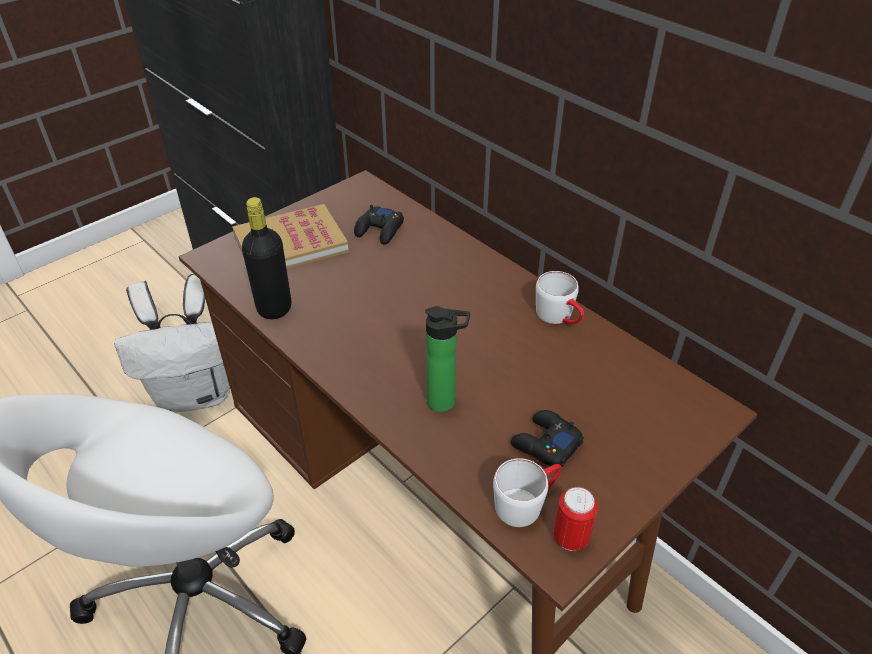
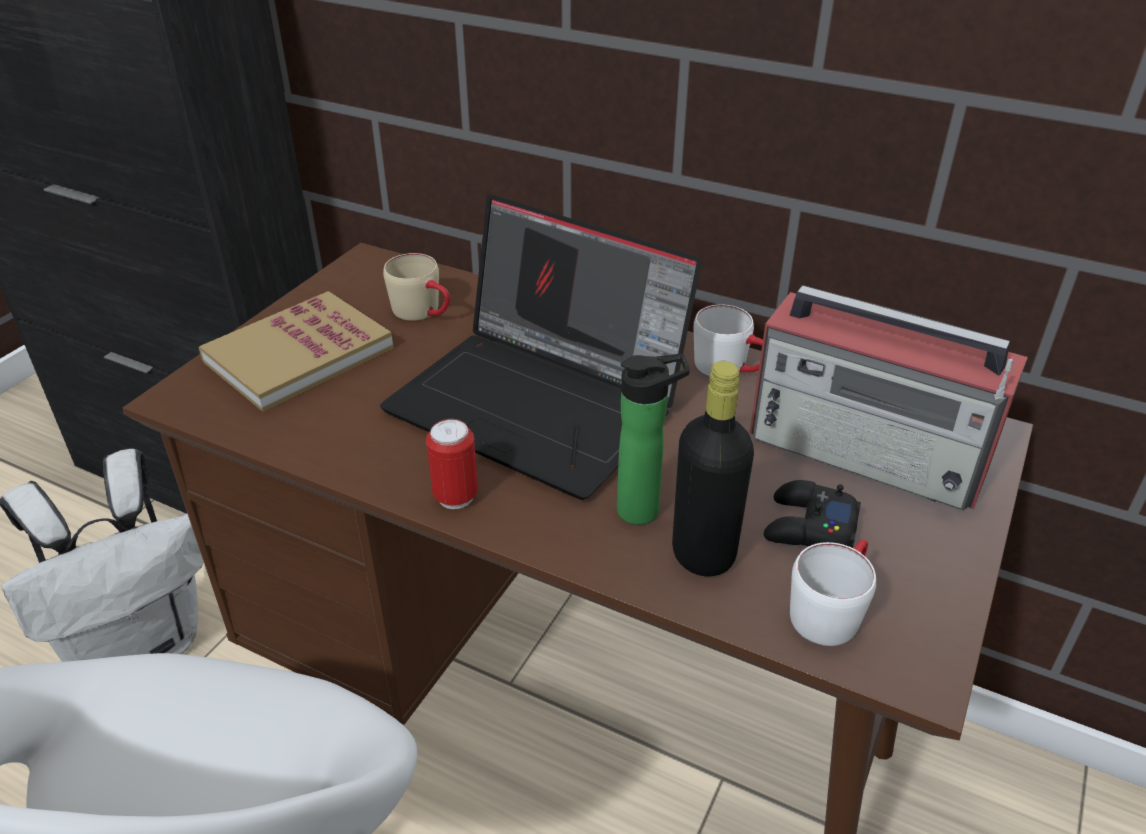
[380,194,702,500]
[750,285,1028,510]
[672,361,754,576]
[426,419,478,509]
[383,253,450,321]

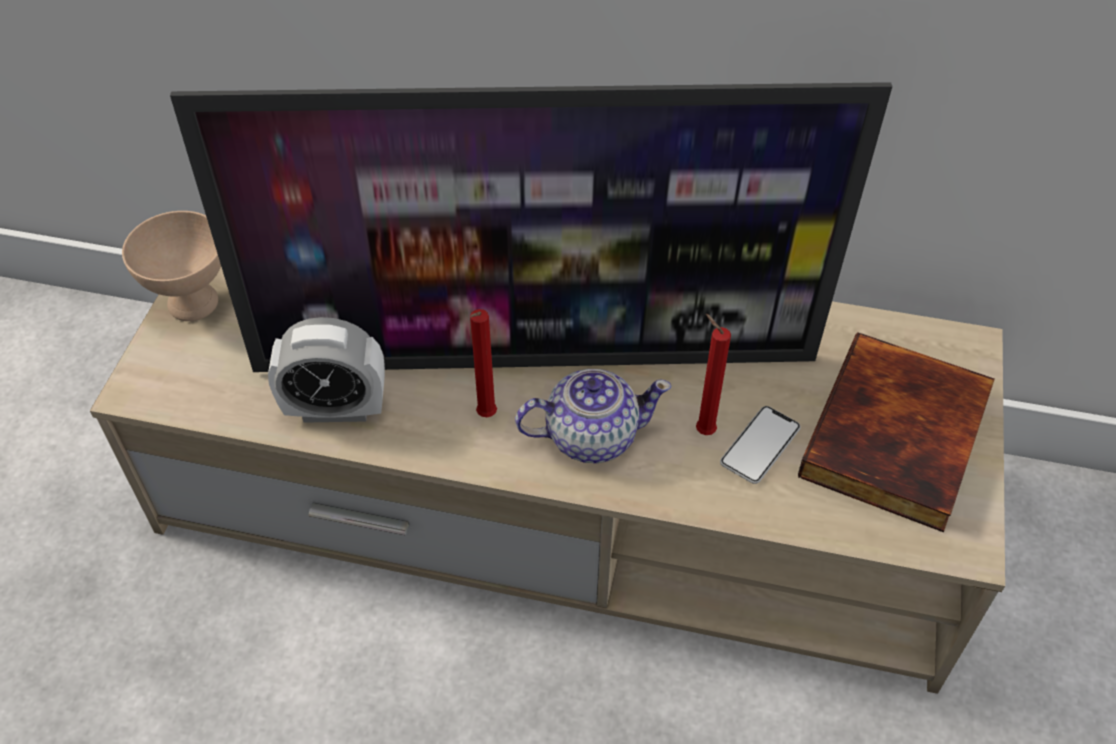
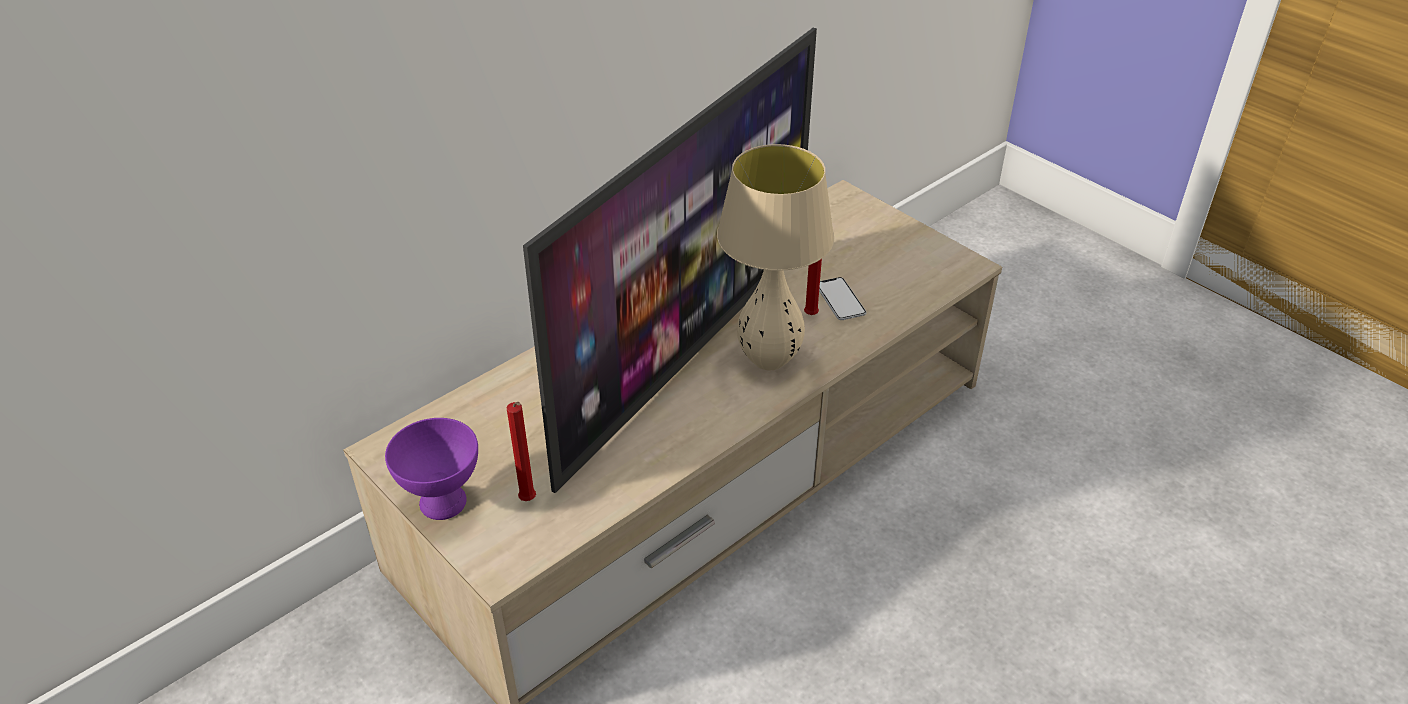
[268,317,385,423] (first image)
[798,332,995,532] (first image)
[506,402,536,501]
[717,144,834,370]
[385,418,478,520]

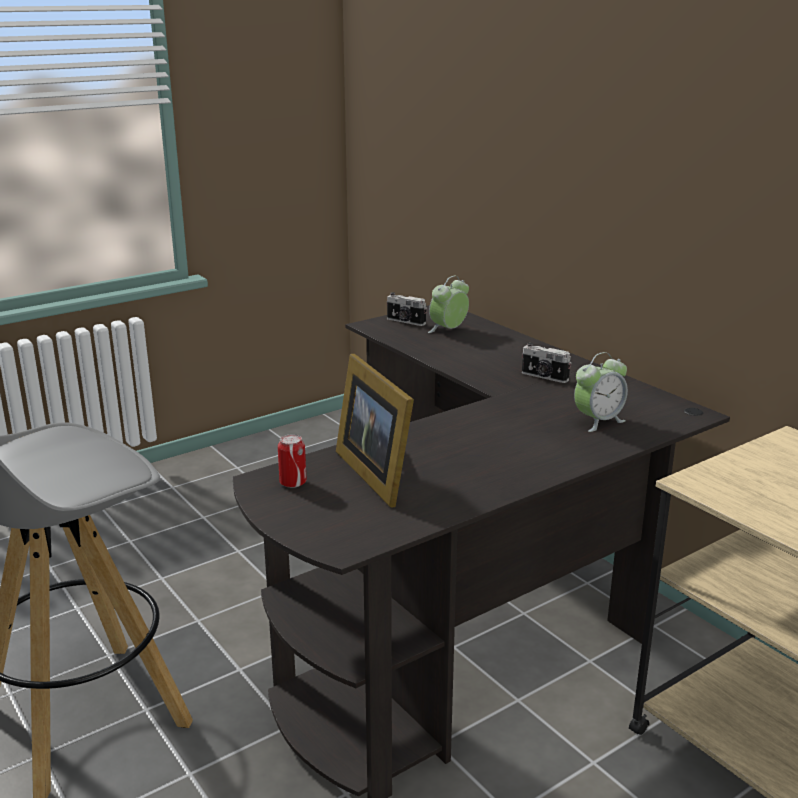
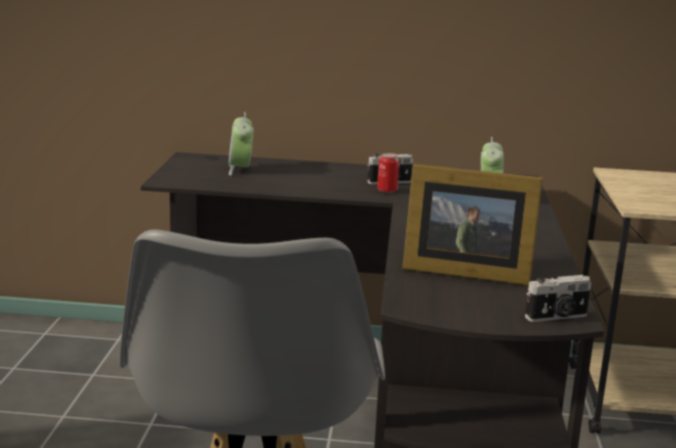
[377,153,399,193]
[525,275,591,322]

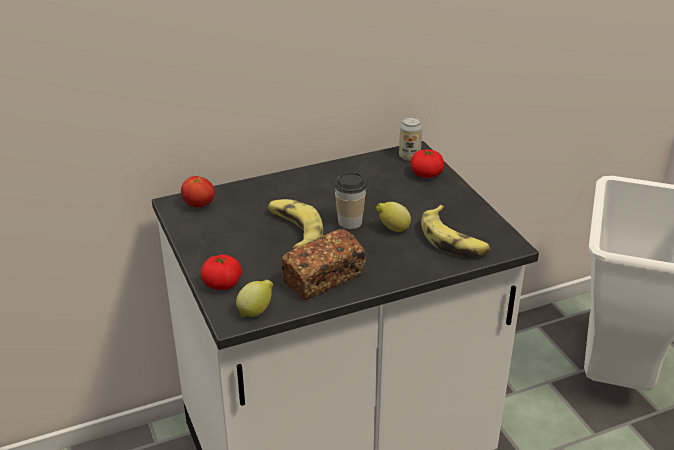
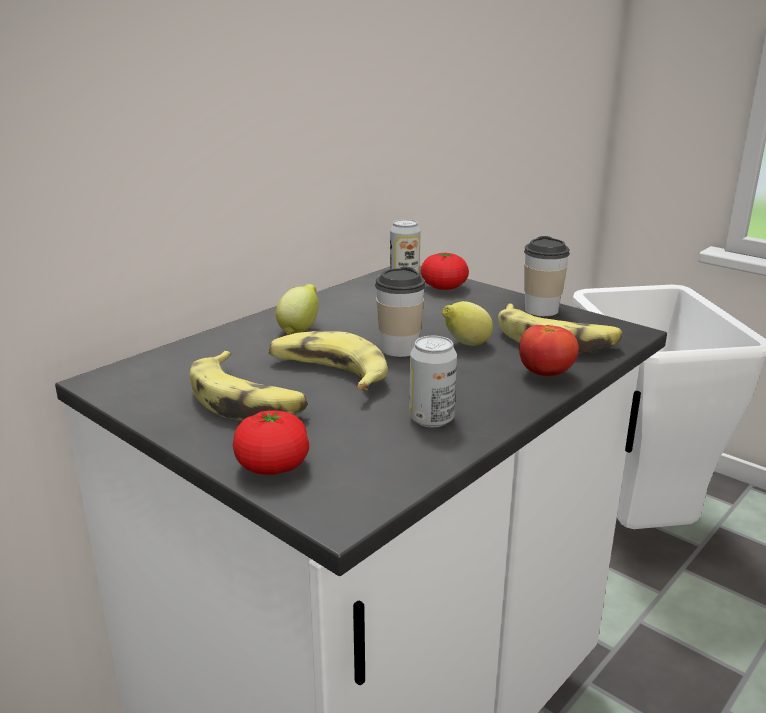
[189,351,308,420]
[524,236,570,316]
[519,325,579,376]
[276,284,319,335]
[409,336,457,428]

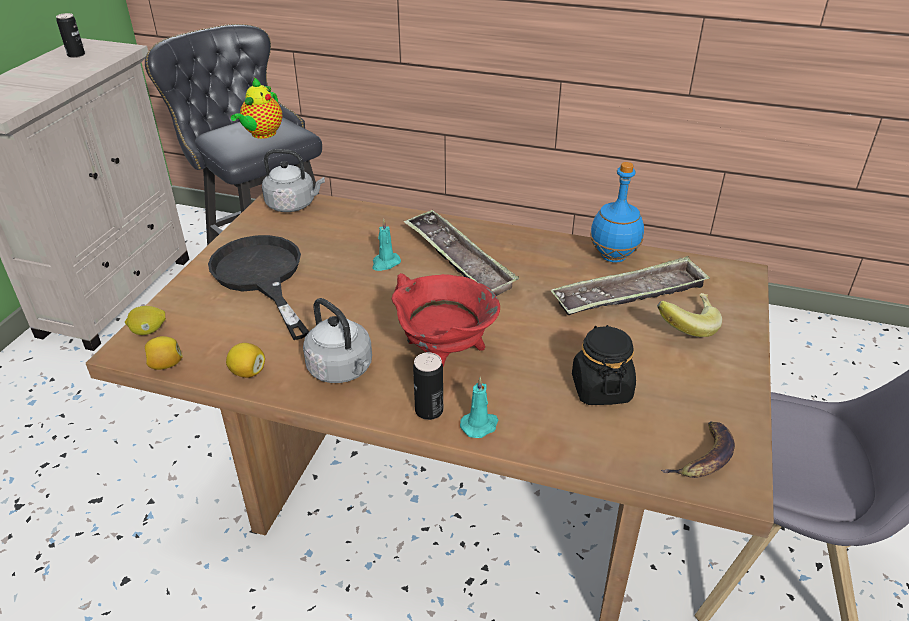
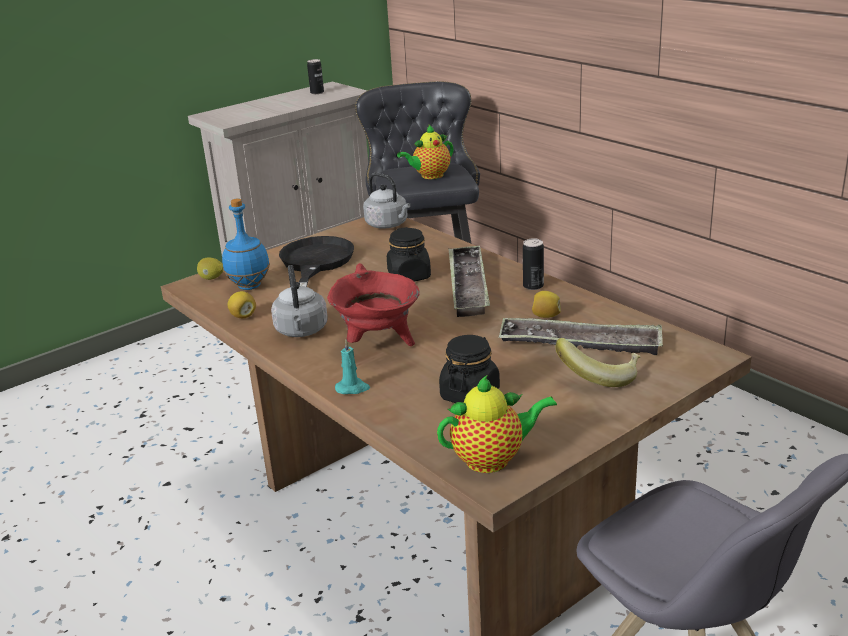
[532,291,561,318]
[523,238,544,290]
[222,199,270,290]
[387,227,431,281]
[437,376,557,473]

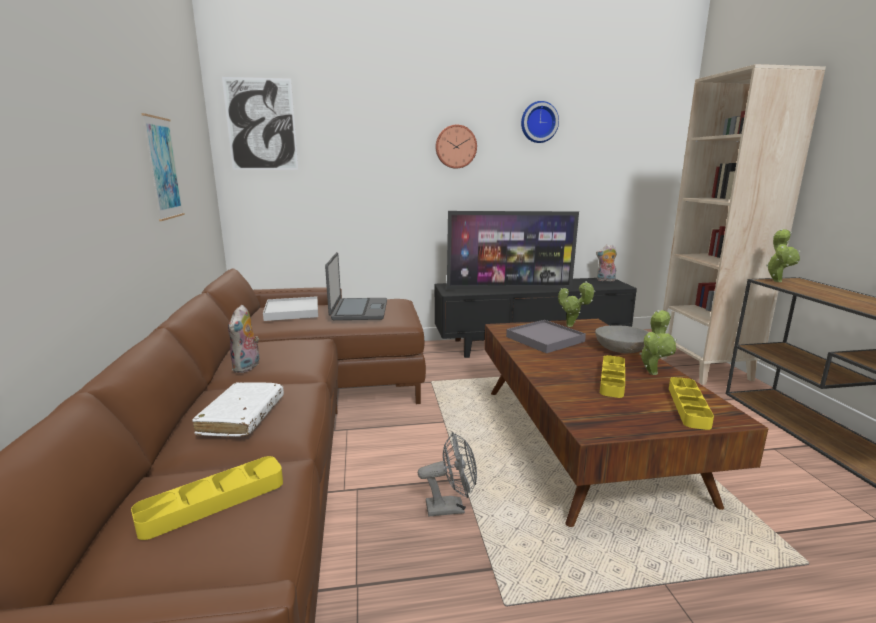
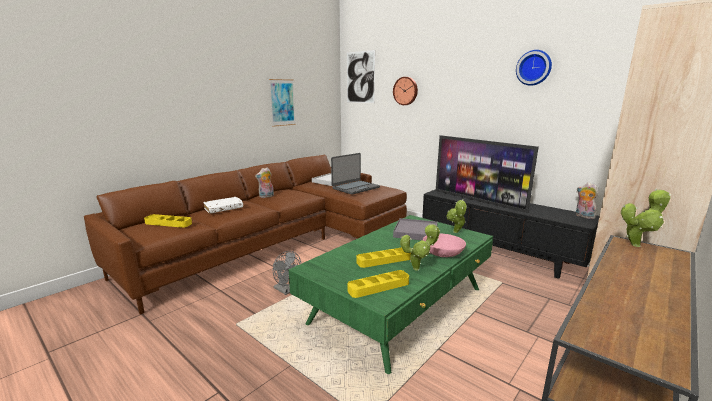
[393,77,418,105]
[289,215,493,374]
[423,233,466,257]

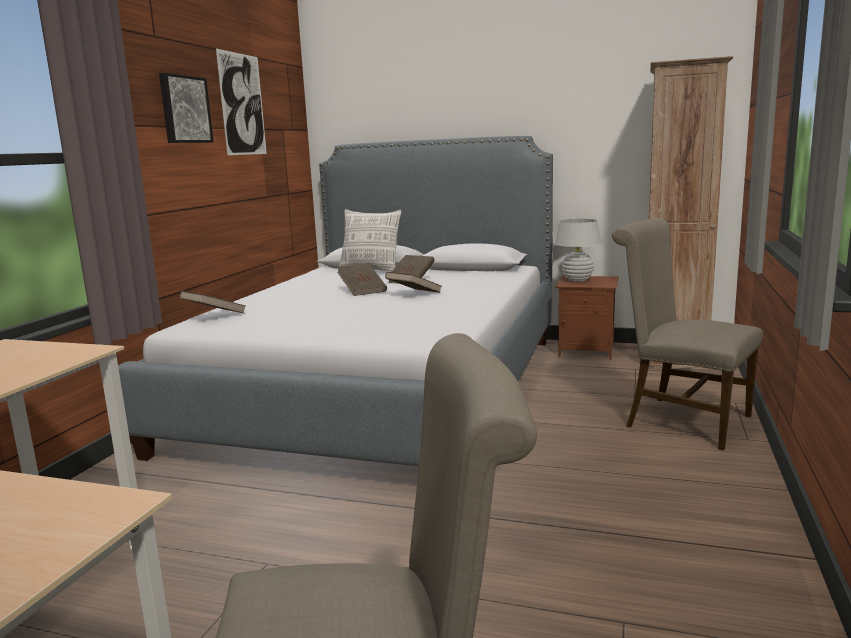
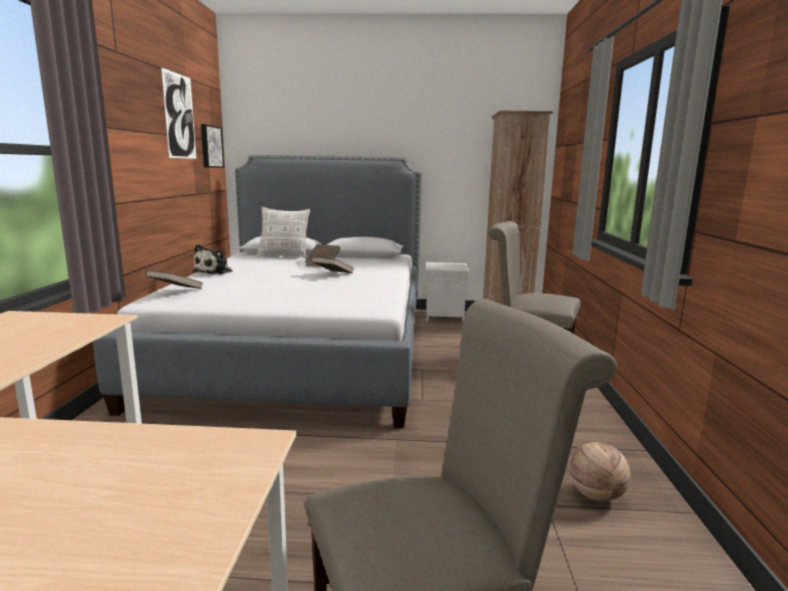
[337,263,387,296] (first image)
[555,219,601,282] (first image)
[192,244,233,275]
[570,442,631,502]
[201,124,224,168]
[426,262,469,322]

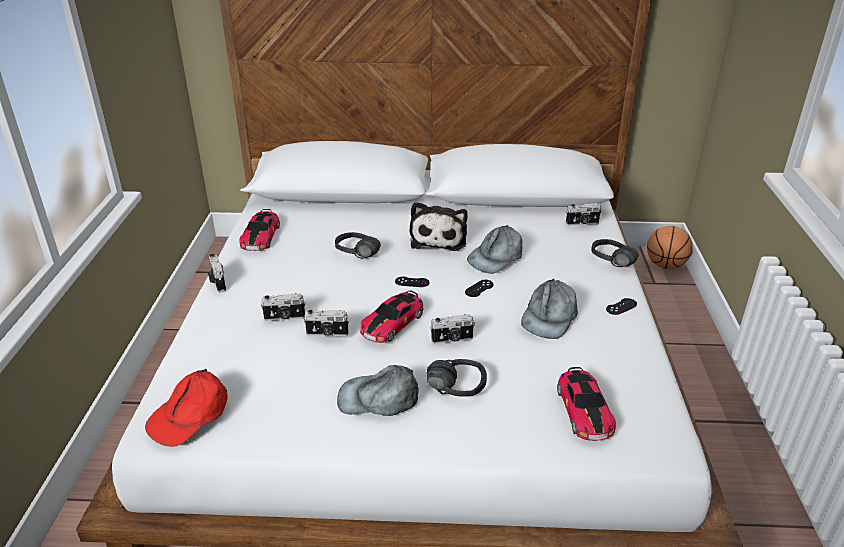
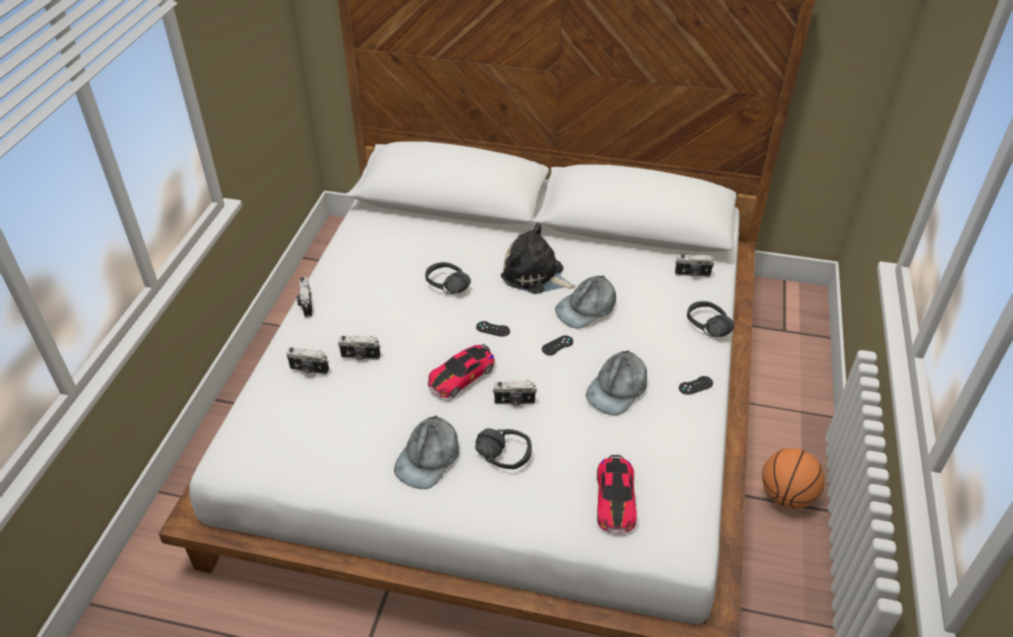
[145,369,228,447] (first image)
[239,209,280,251] (first image)
[286,348,329,375]
[762,448,824,509]
[394,415,459,489]
[501,223,576,294]

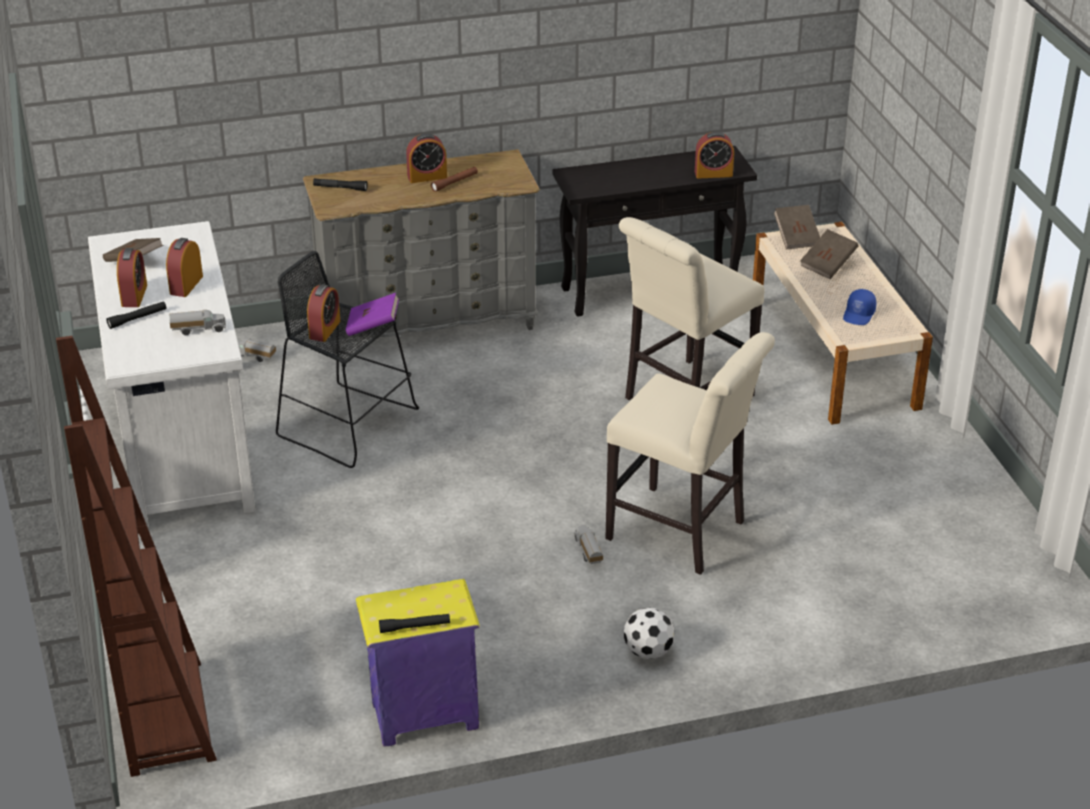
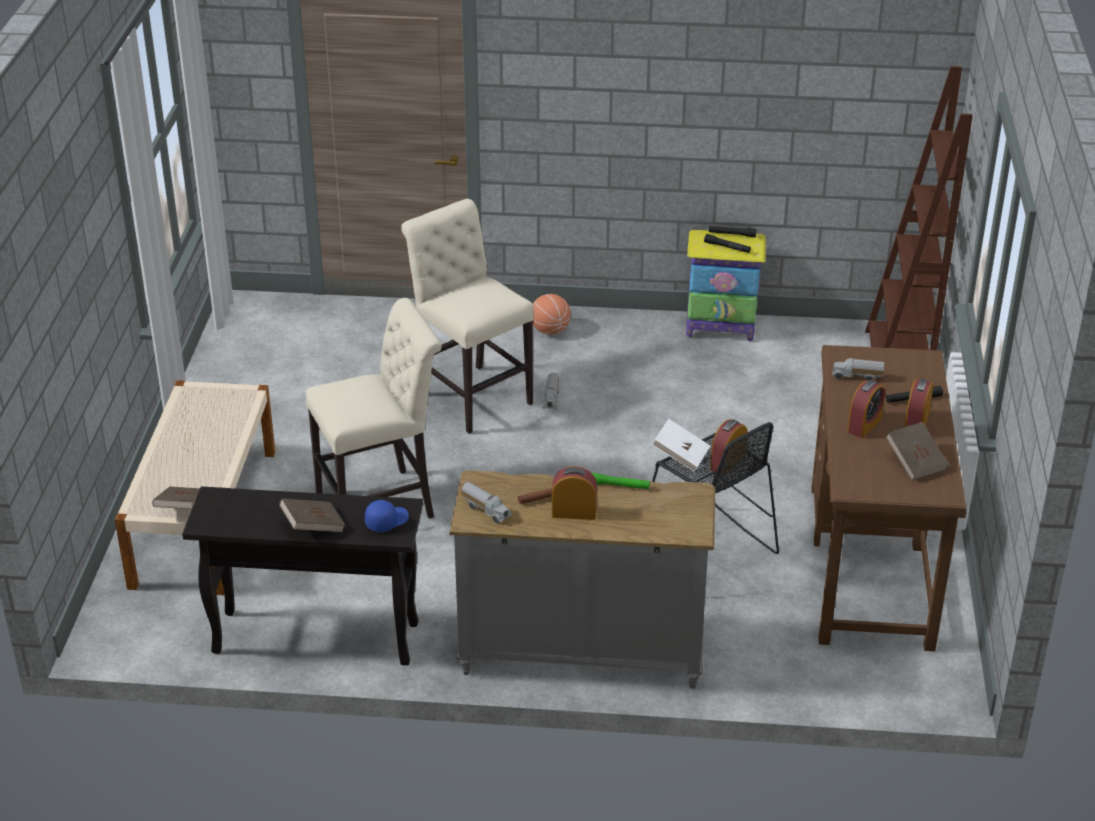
[695,132,734,179] (first image)
[592,473,650,489]
[461,482,512,524]
[704,234,751,253]
[279,498,345,532]
[365,500,409,532]
[533,294,571,334]
[811,345,967,651]
[652,419,710,472]

